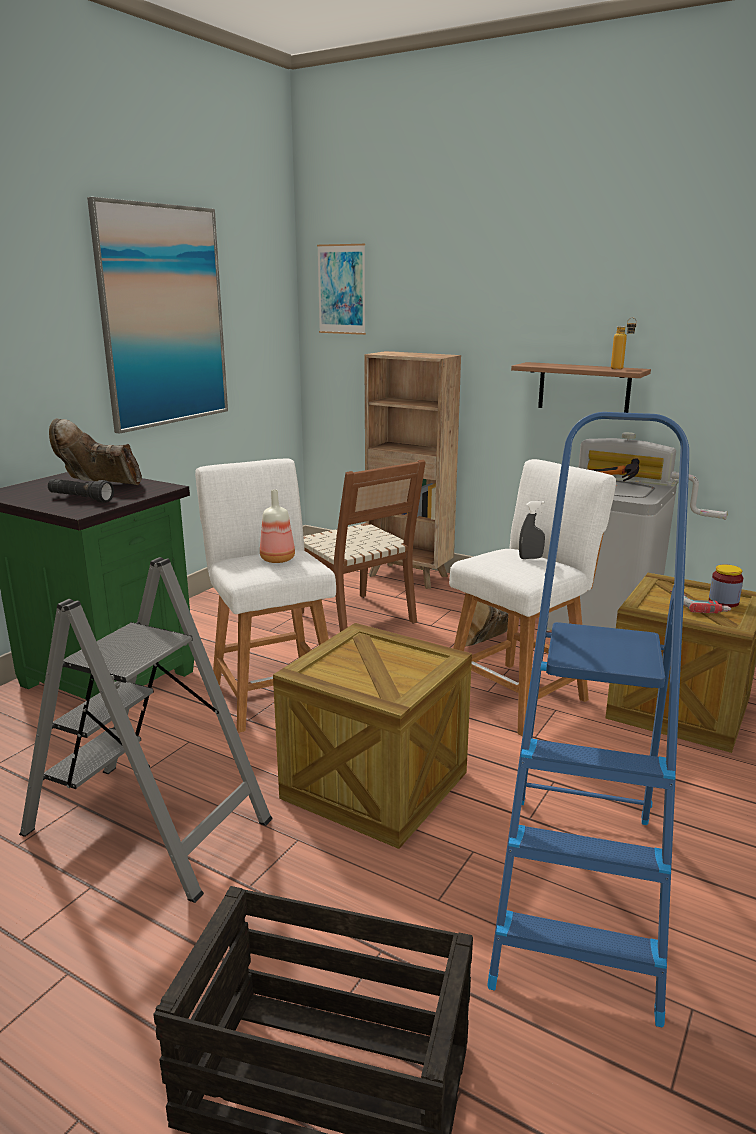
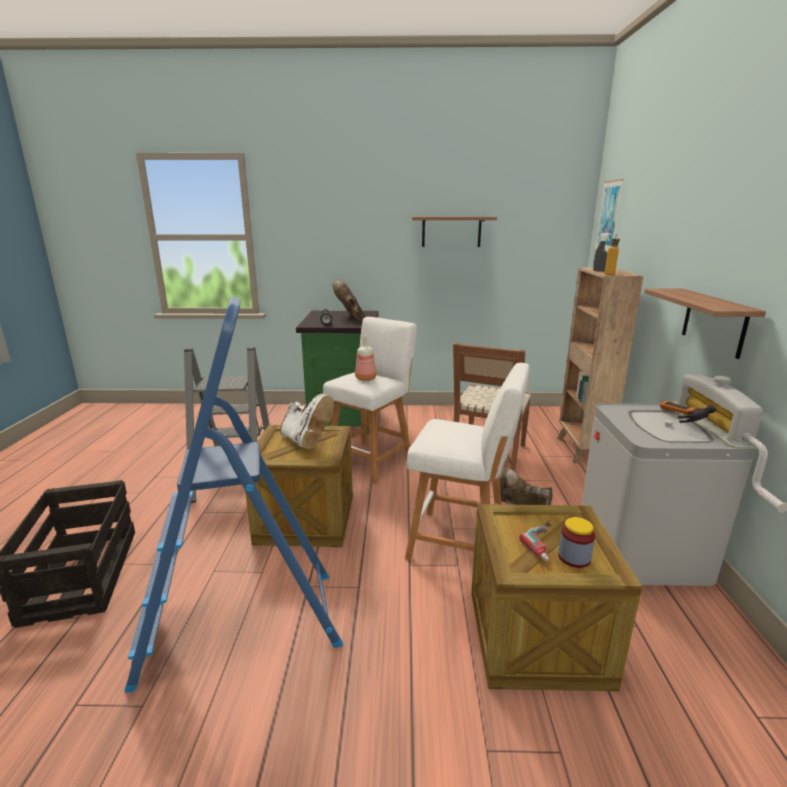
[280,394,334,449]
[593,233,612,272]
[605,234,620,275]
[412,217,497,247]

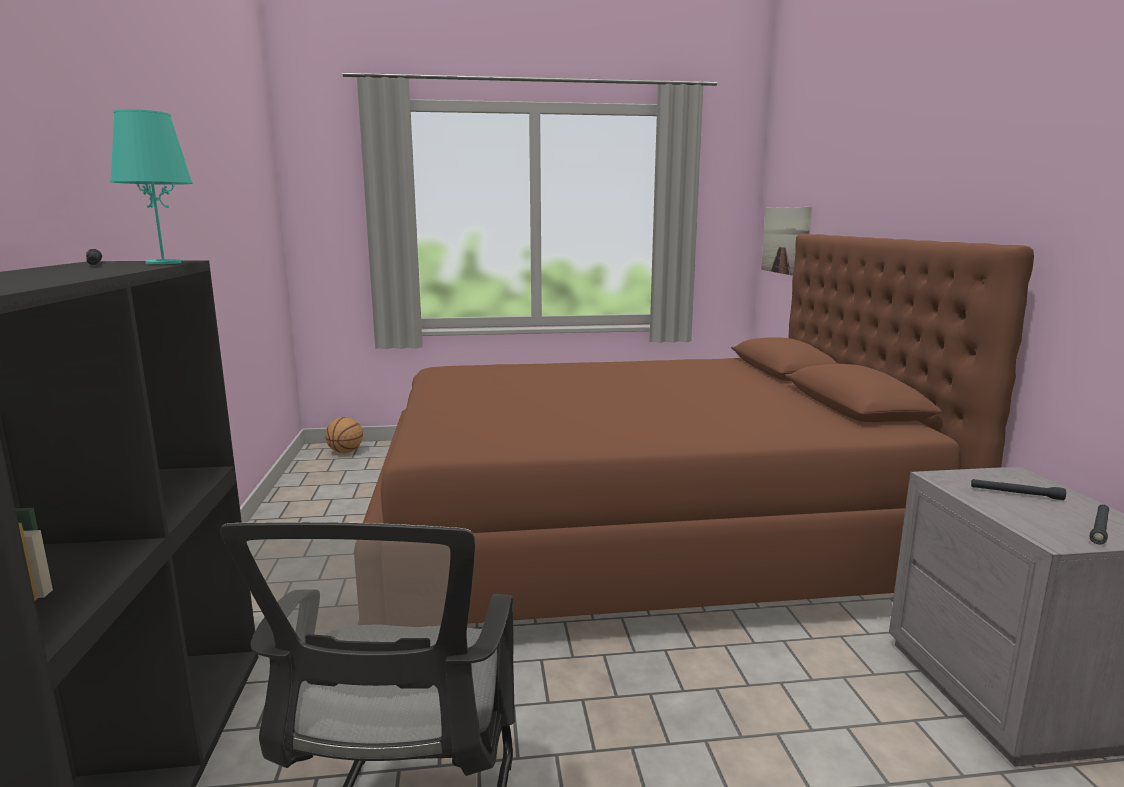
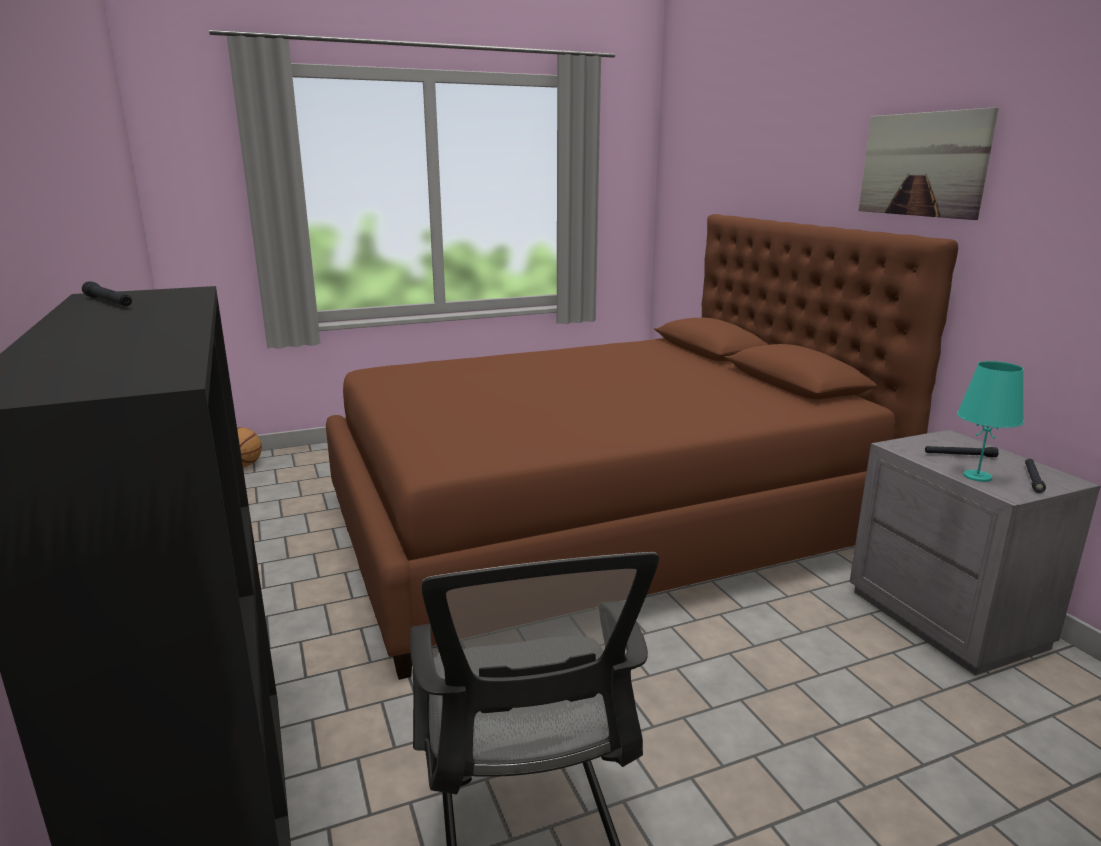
[957,361,1024,482]
[858,107,999,220]

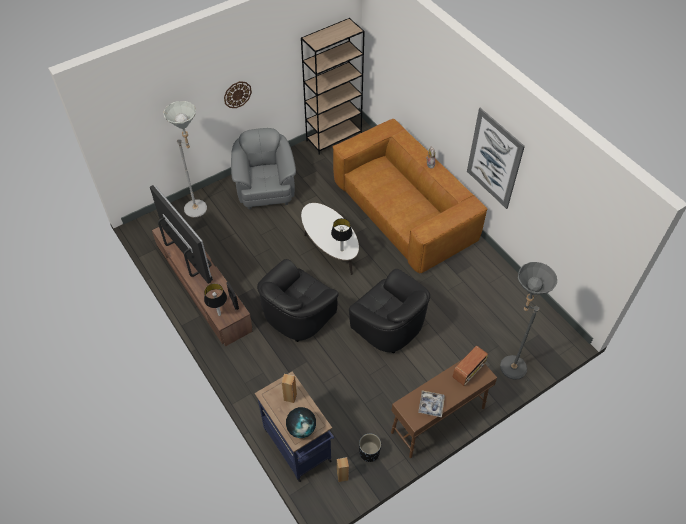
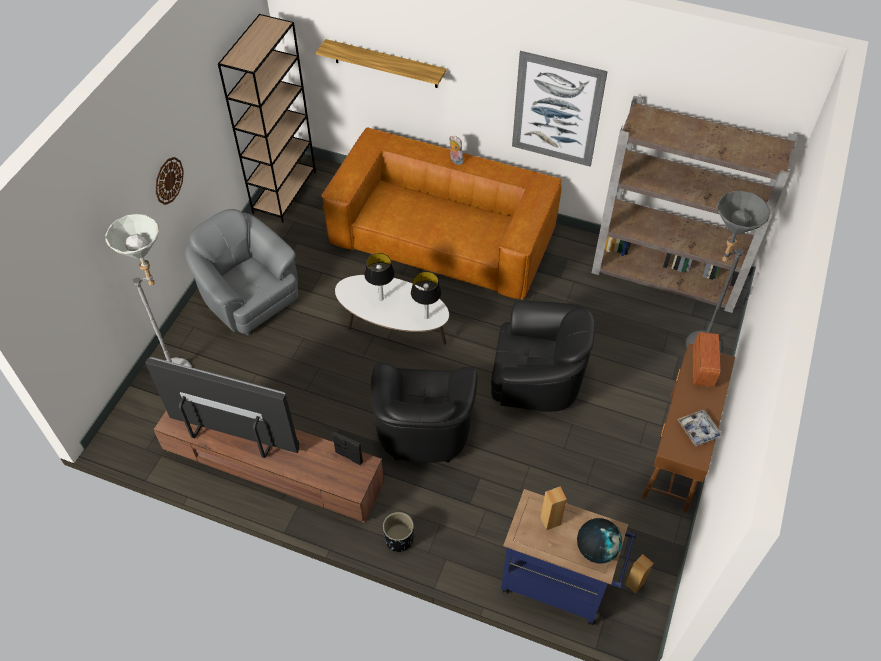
[316,39,447,88]
[592,96,798,313]
[364,253,395,301]
[383,512,414,552]

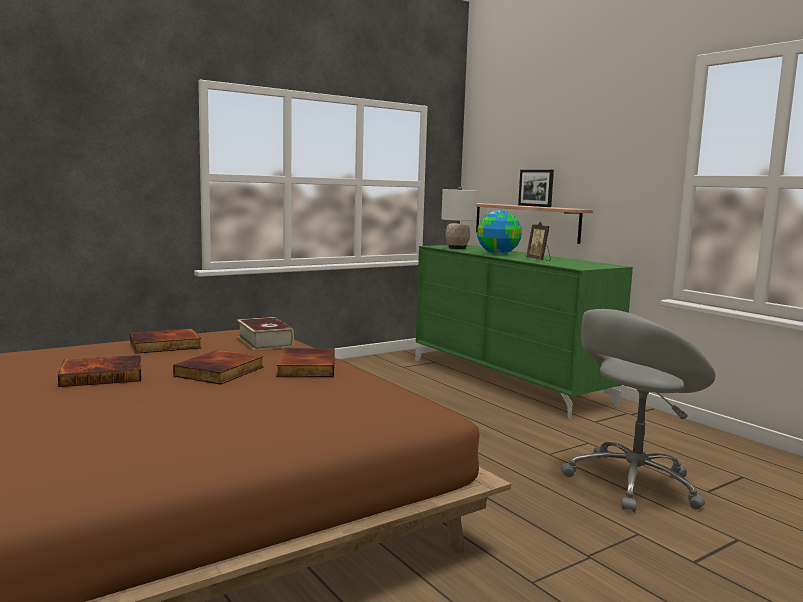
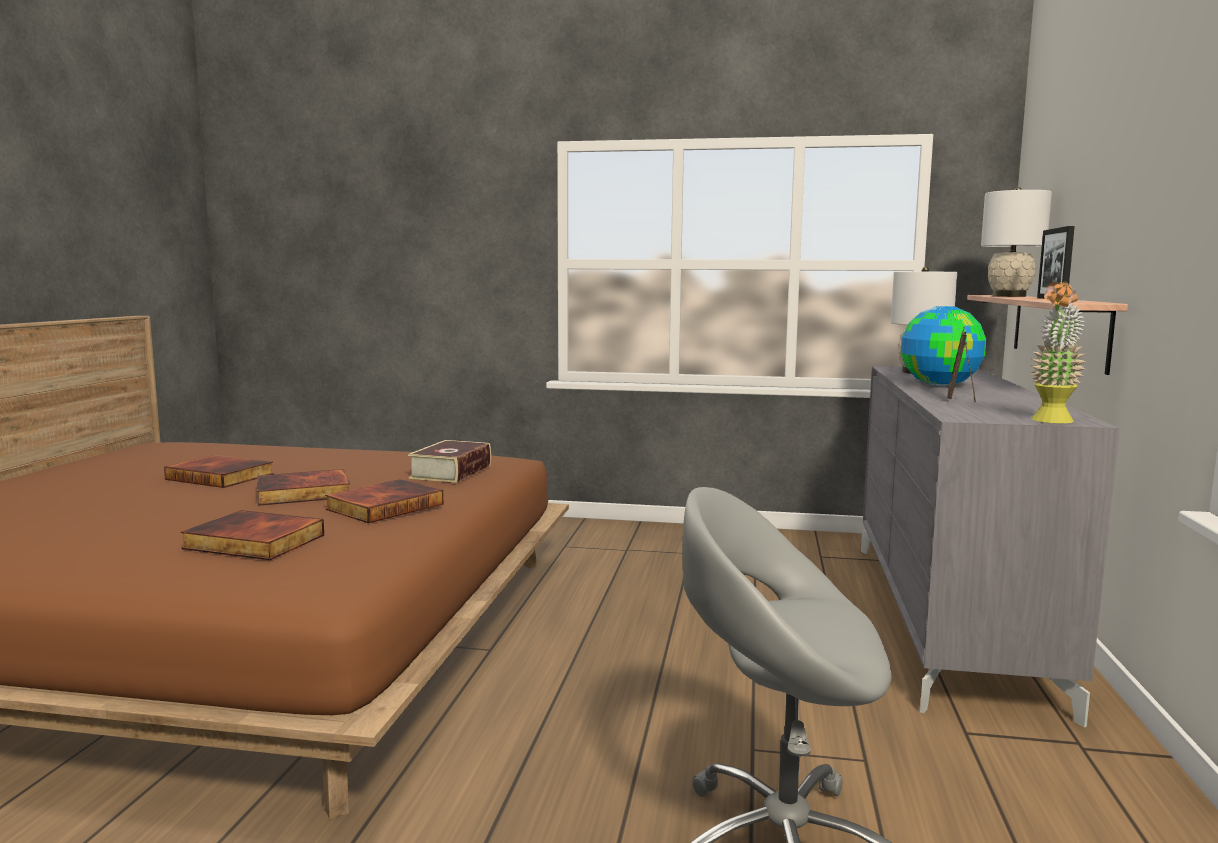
[981,187,1052,297]
[1030,281,1086,424]
[181,510,324,560]
[861,366,1120,727]

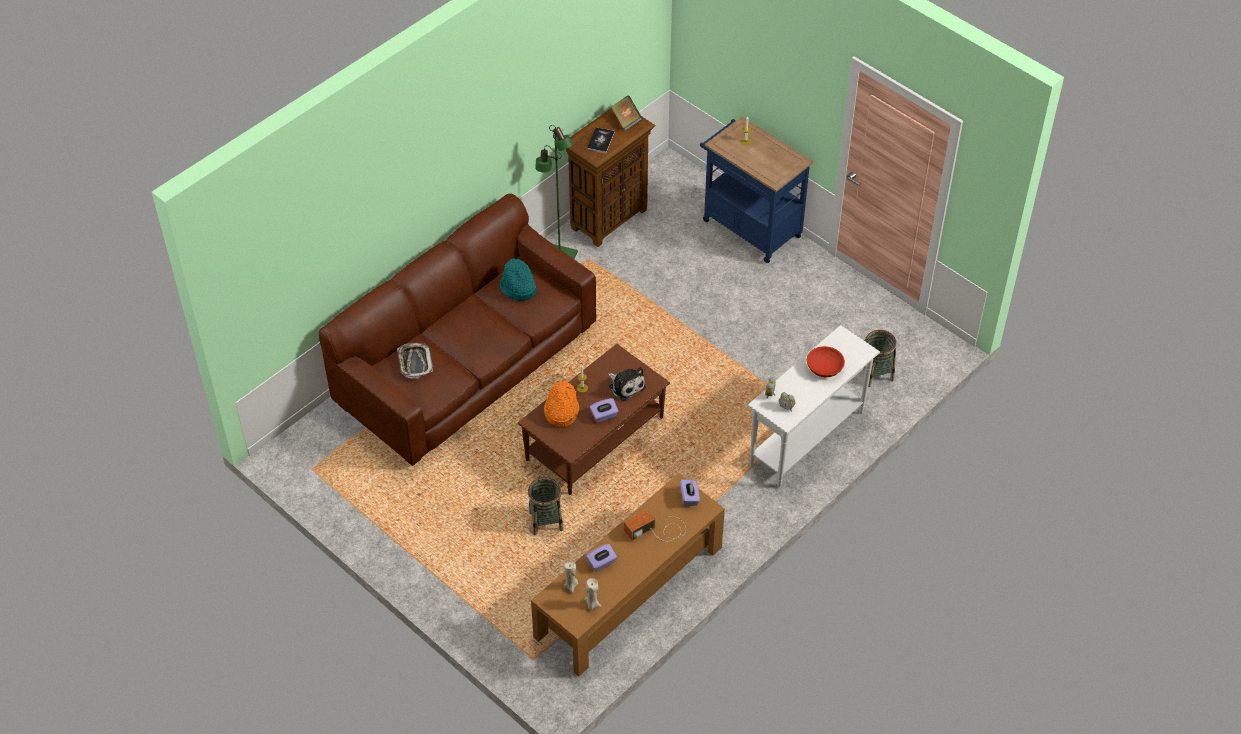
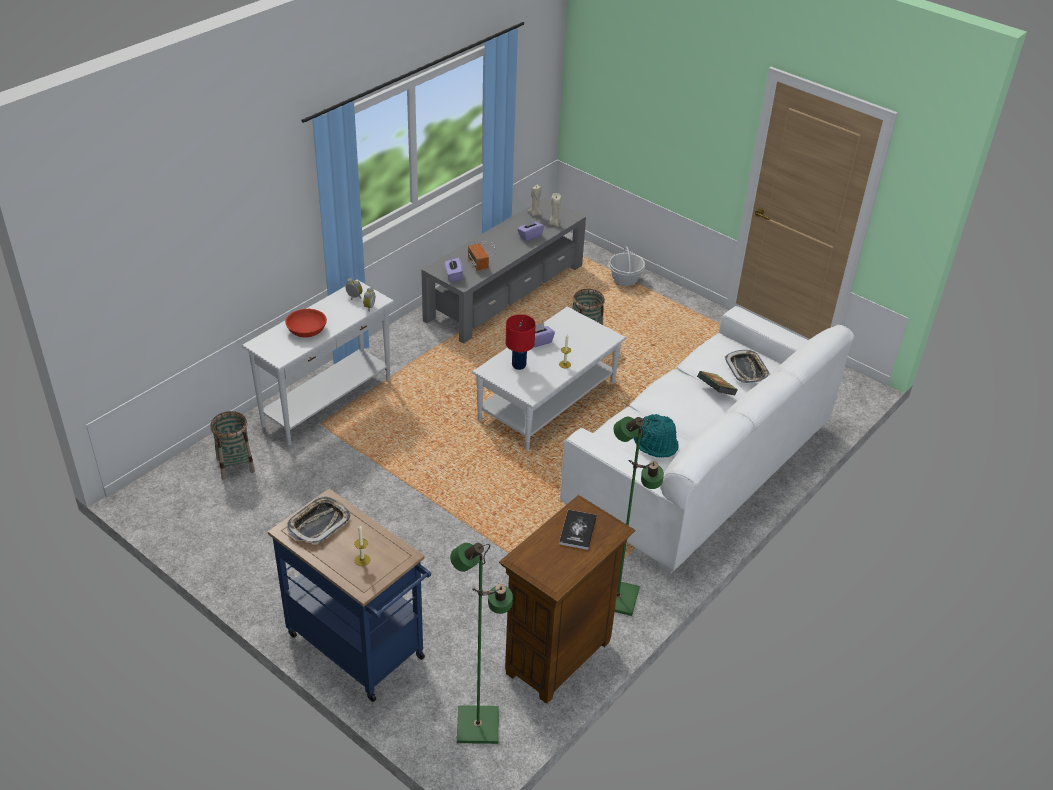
[544,381,579,427] (first image)
[287,496,350,544]
[450,543,513,744]
[609,246,645,286]
[697,371,738,396]
[506,314,536,370]
[560,306,854,574]
[472,307,626,450]
[421,197,586,344]
[468,241,496,271]

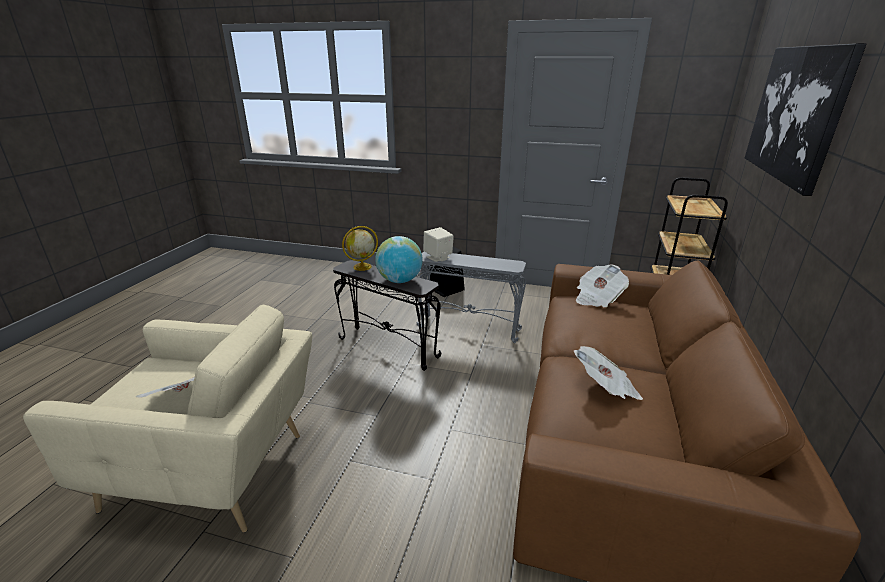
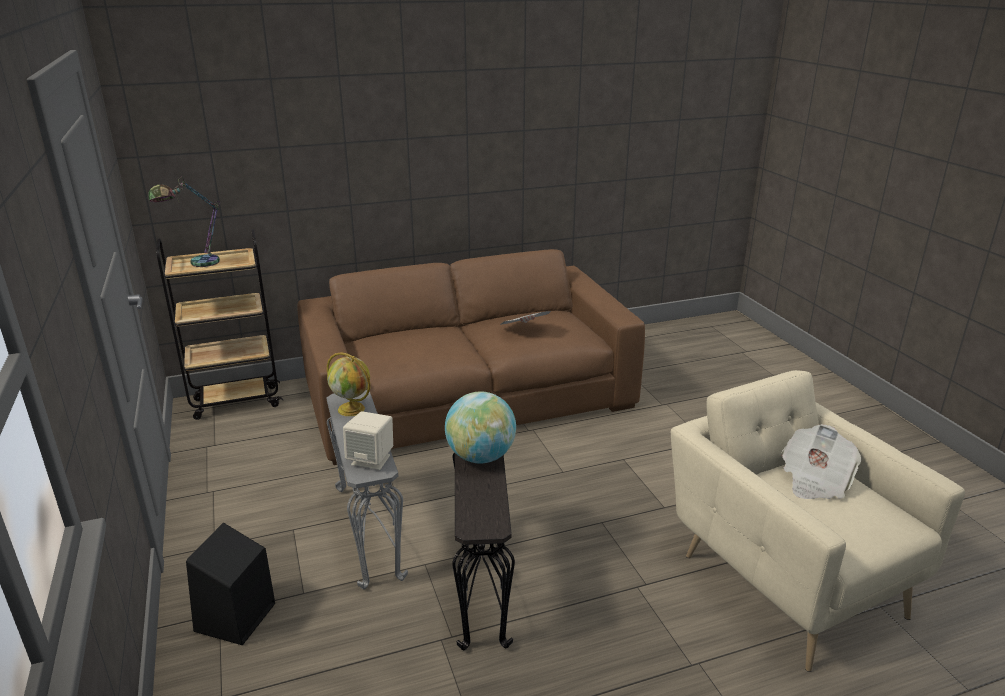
[576,265,629,307] (first image)
[745,43,867,196] (first image)
[148,177,220,267]
[327,352,370,416]

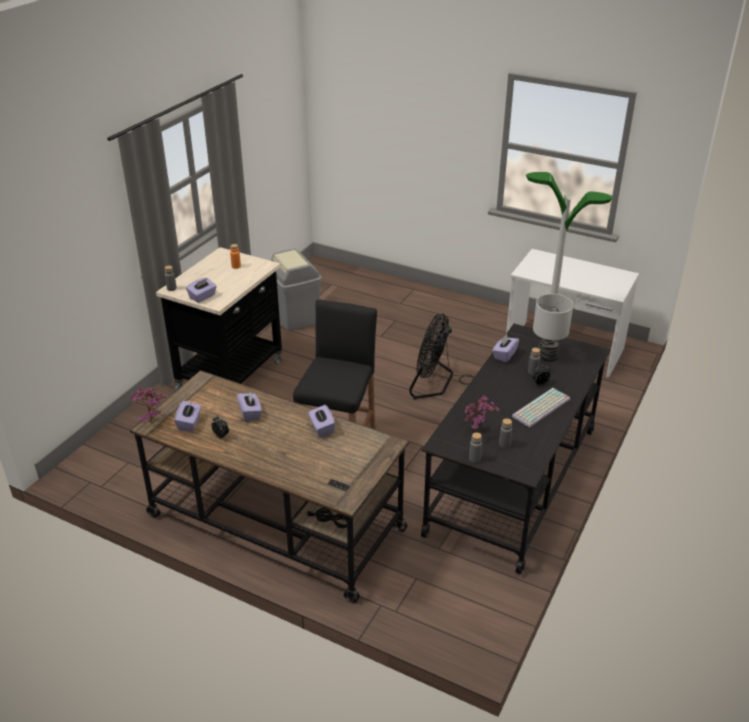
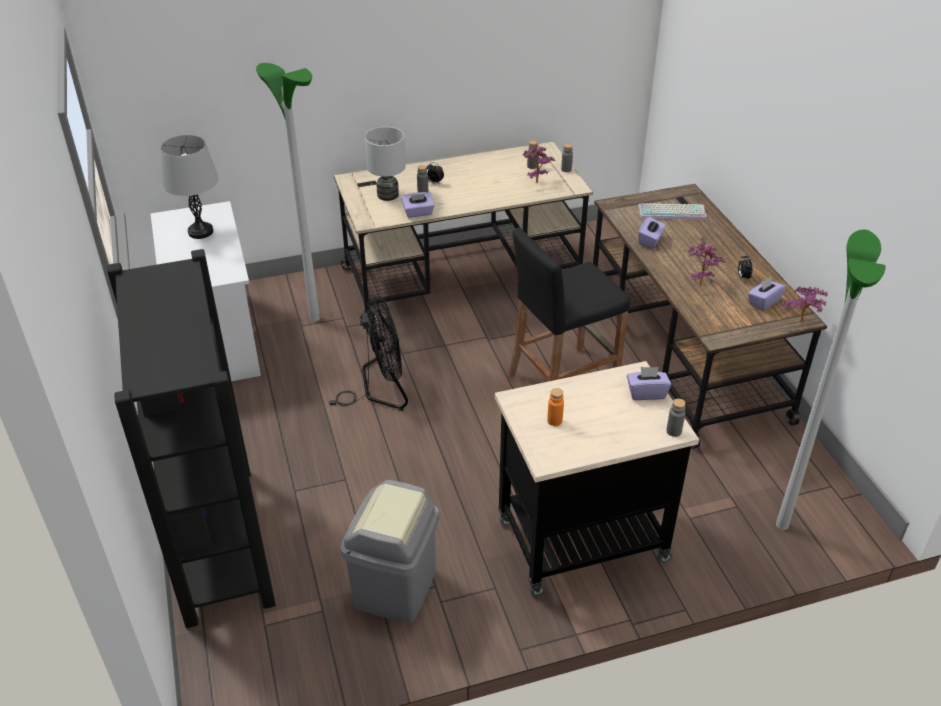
[107,249,276,628]
[160,135,219,239]
[776,229,886,530]
[638,203,707,220]
[688,242,725,285]
[334,141,593,322]
[330,296,408,411]

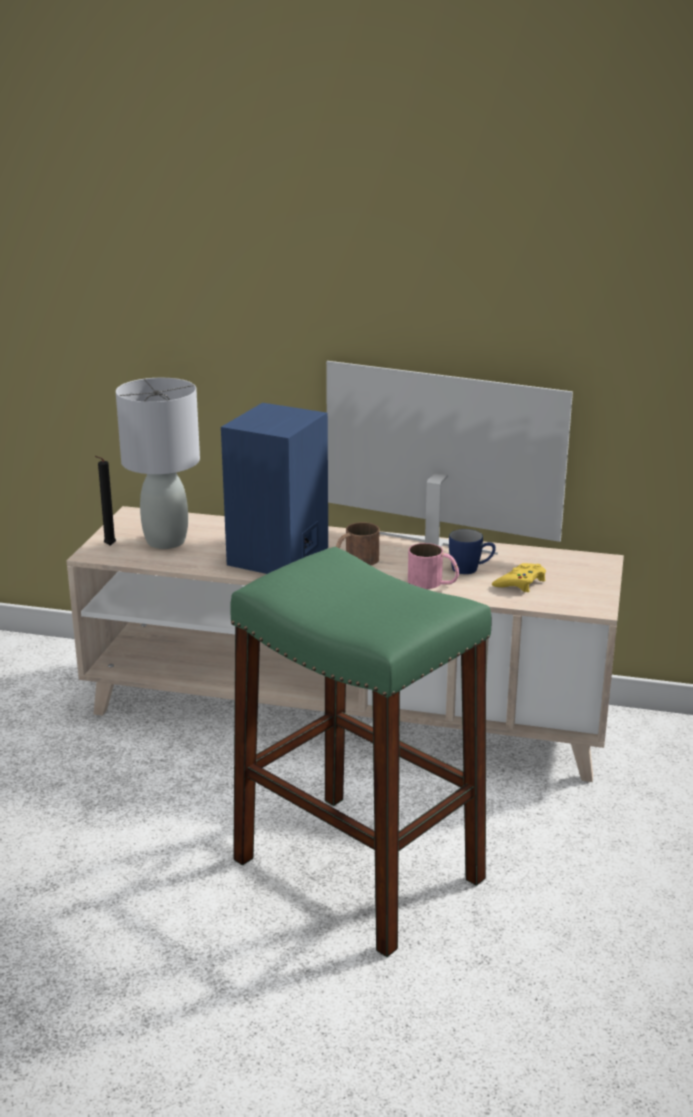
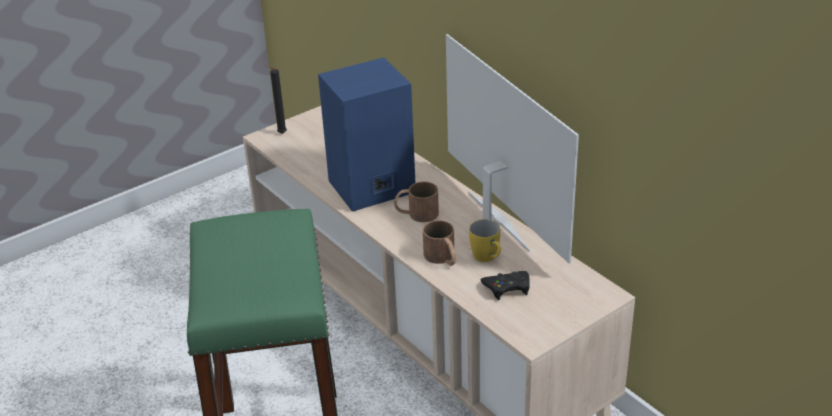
[116,378,200,549] (first image)
[423,220,456,266]
[469,219,501,262]
[481,271,530,300]

